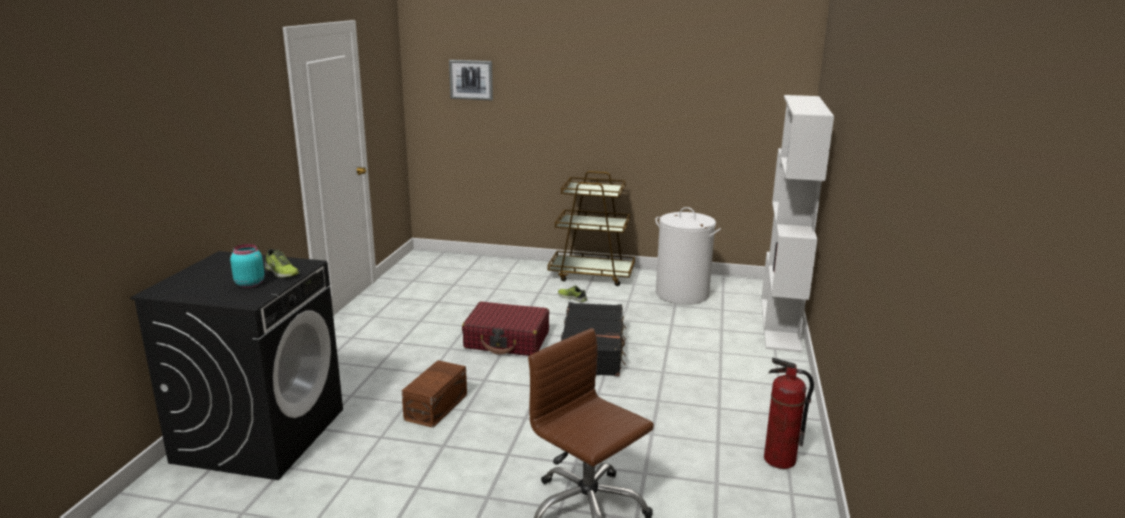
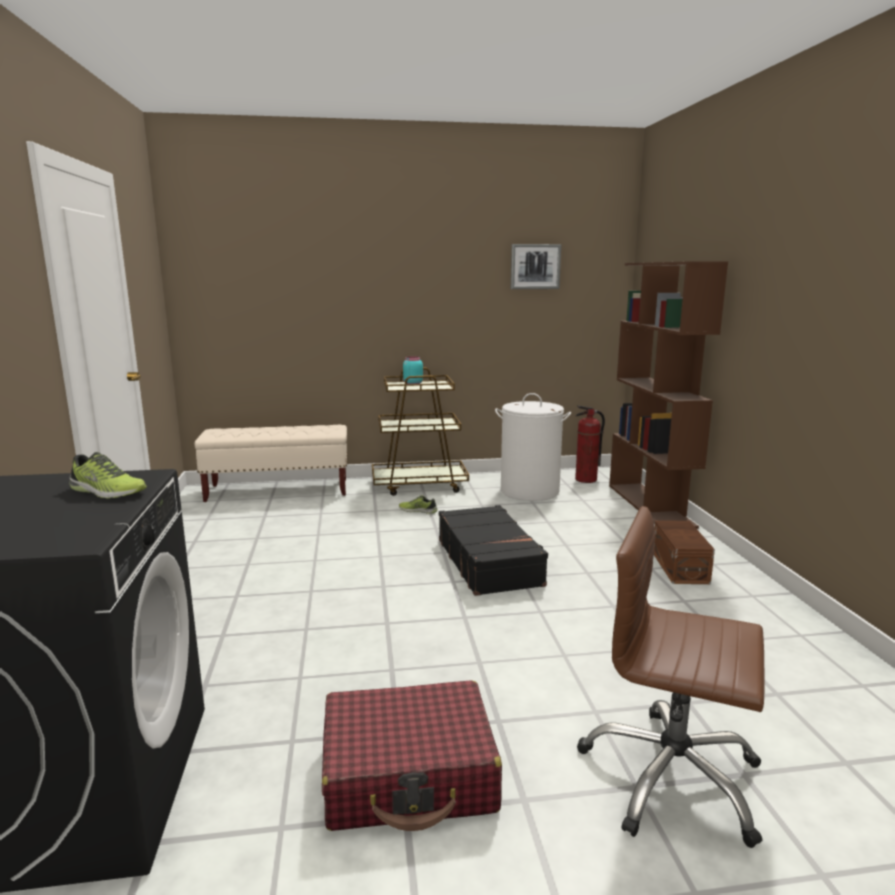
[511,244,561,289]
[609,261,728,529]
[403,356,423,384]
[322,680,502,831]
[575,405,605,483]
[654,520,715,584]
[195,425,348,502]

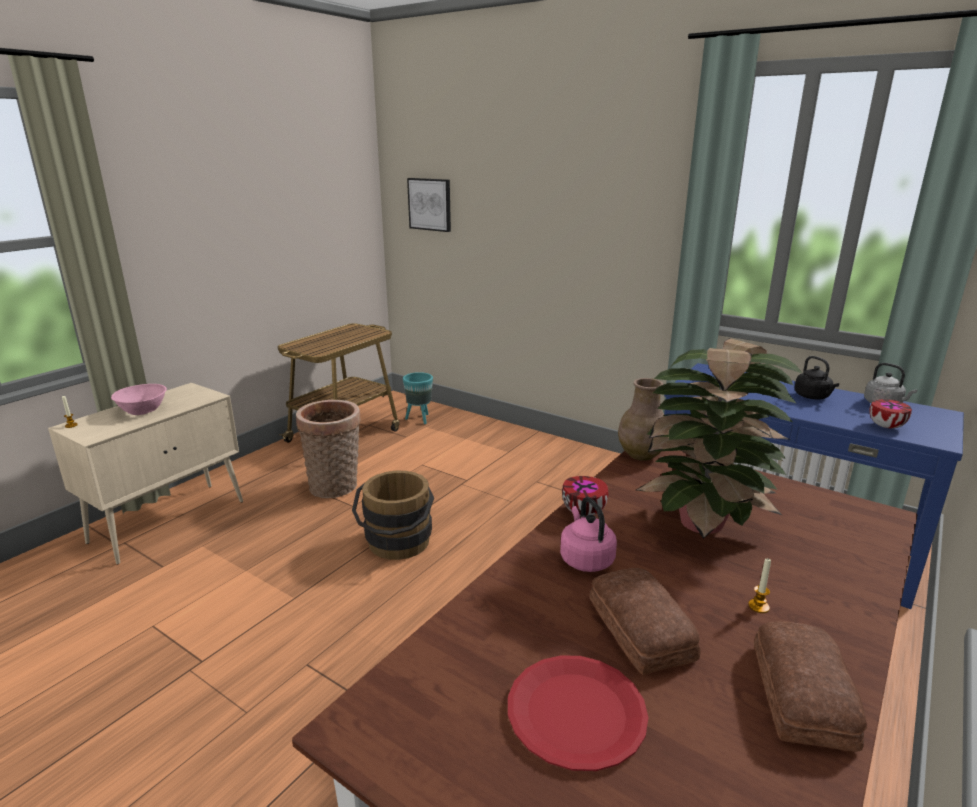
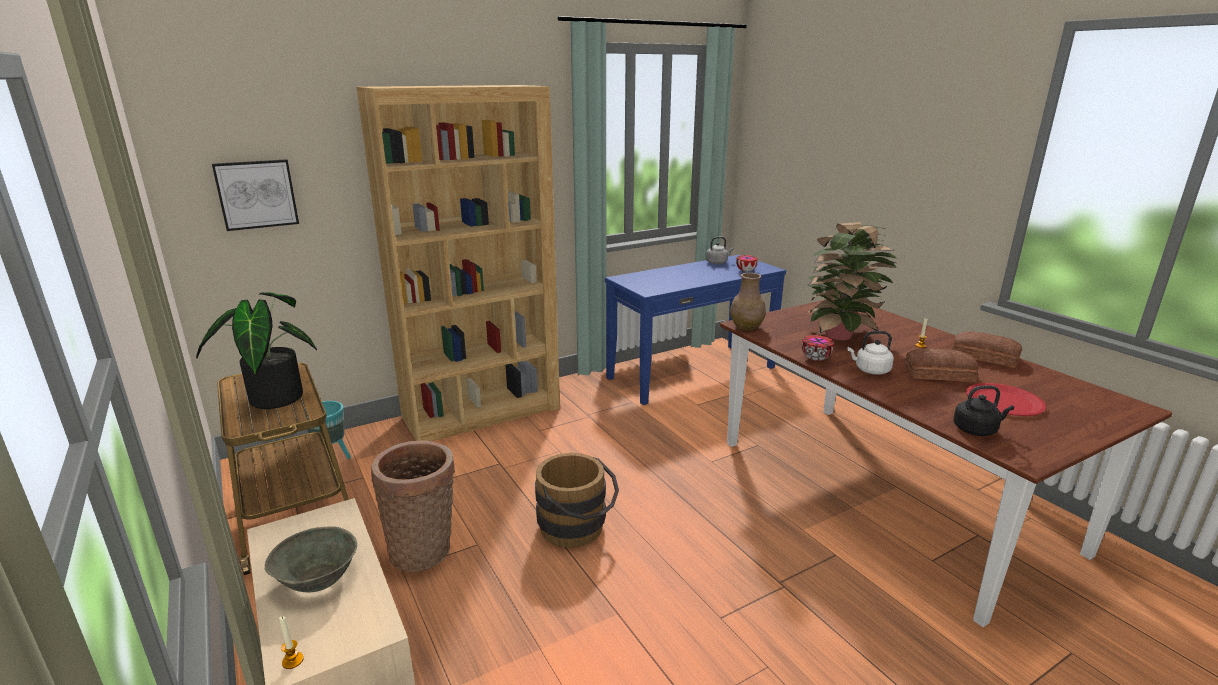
[953,385,1014,436]
[265,526,357,592]
[847,331,894,375]
[356,85,560,442]
[196,292,317,409]

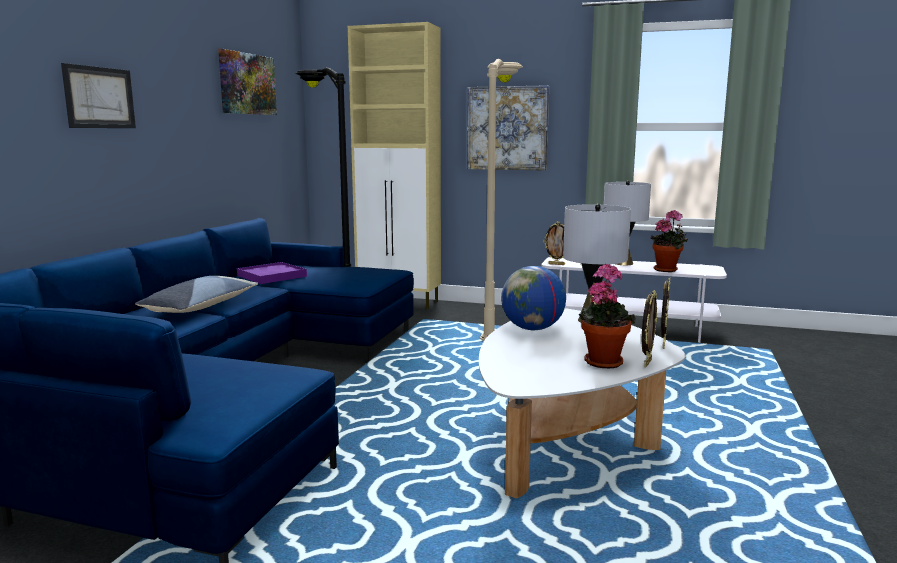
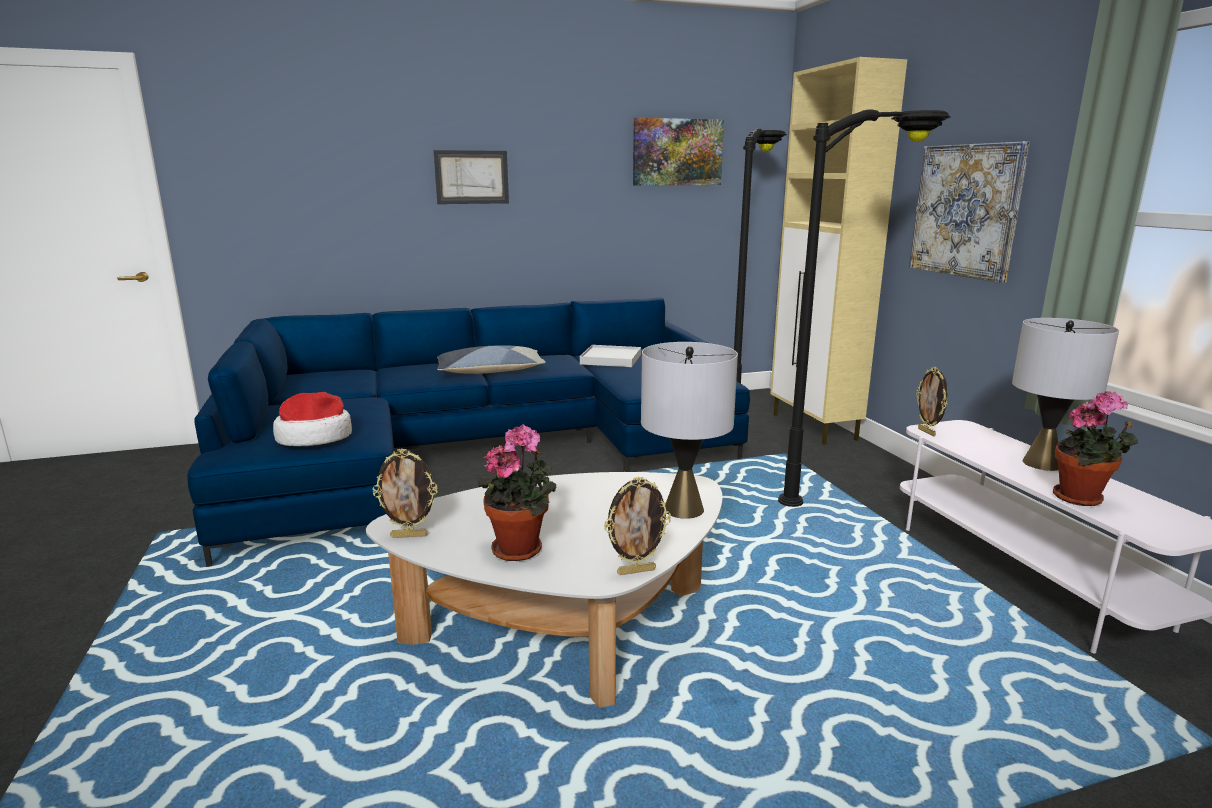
[778,109,951,507]
[580,345,641,367]
[501,266,566,330] (first image)
[373,448,438,538]
[273,392,352,446]

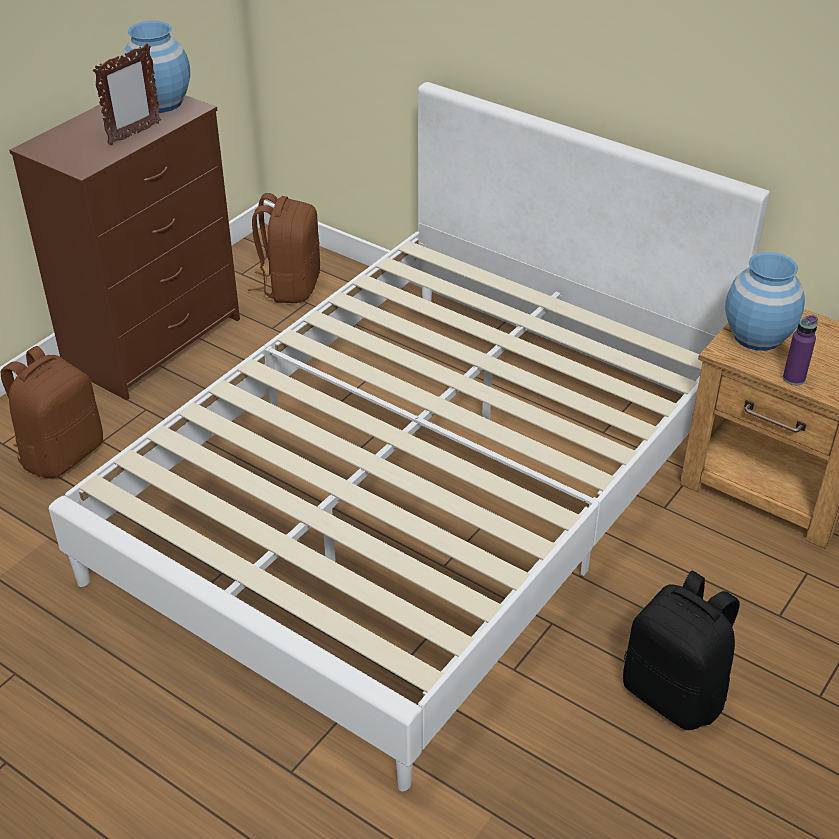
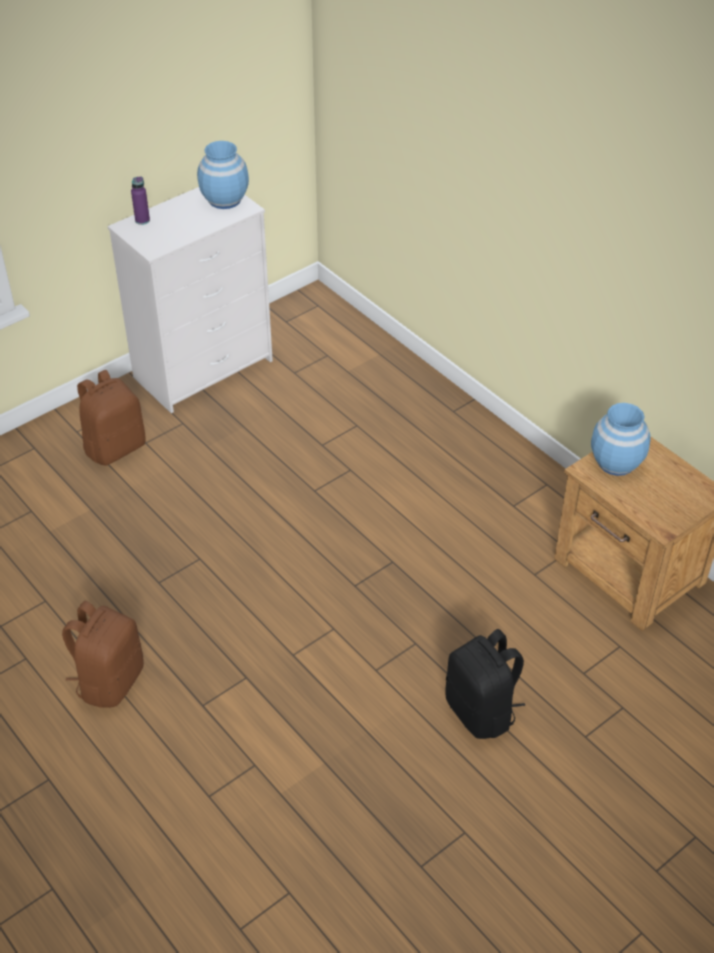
[93,43,161,145] (first image)
[49,82,770,791] (first image)
[108,187,273,413]
[62,601,144,708]
[131,177,150,225]

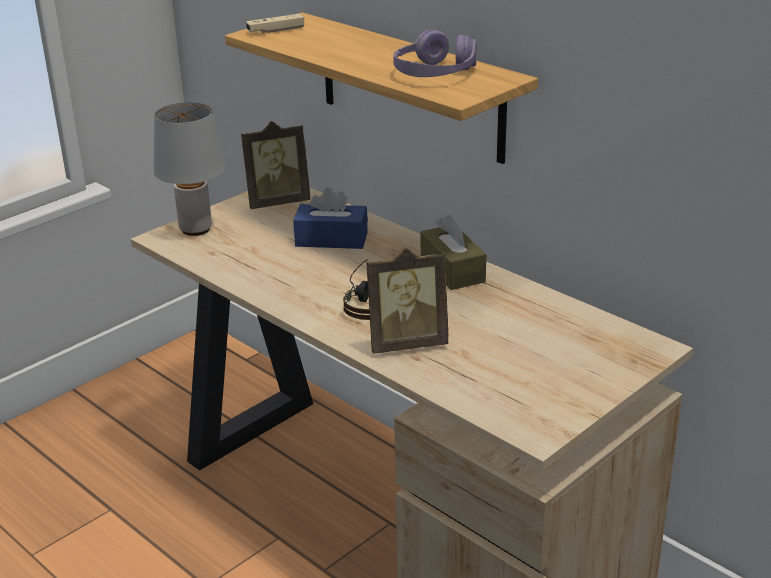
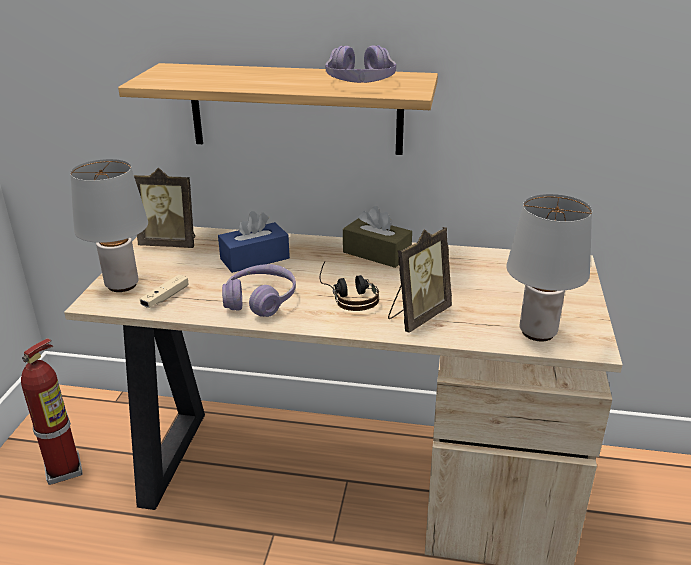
[140,275,188,308]
[134,168,195,248]
[506,194,592,341]
[222,264,296,317]
[21,338,83,485]

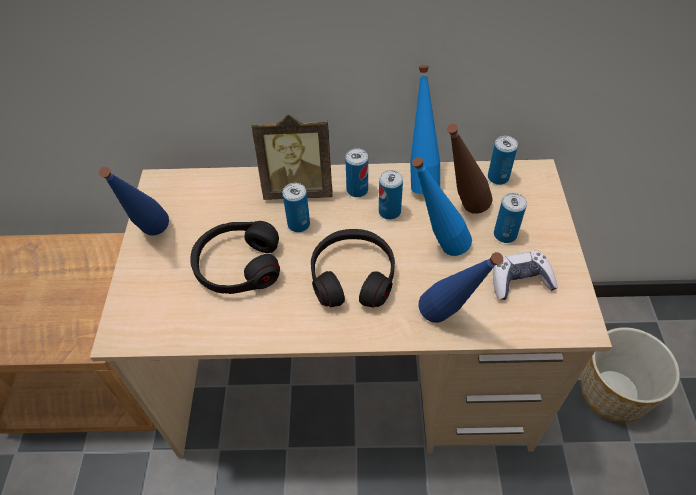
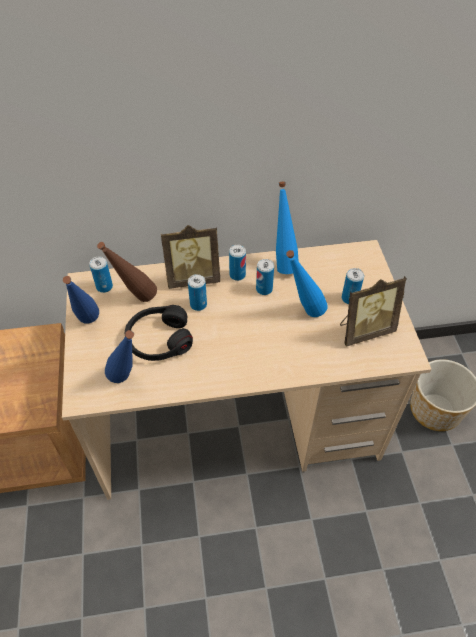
[97,242,157,302]
[90,256,113,293]
[311,229,395,308] (first image)
[340,276,407,346]
[105,330,134,383]

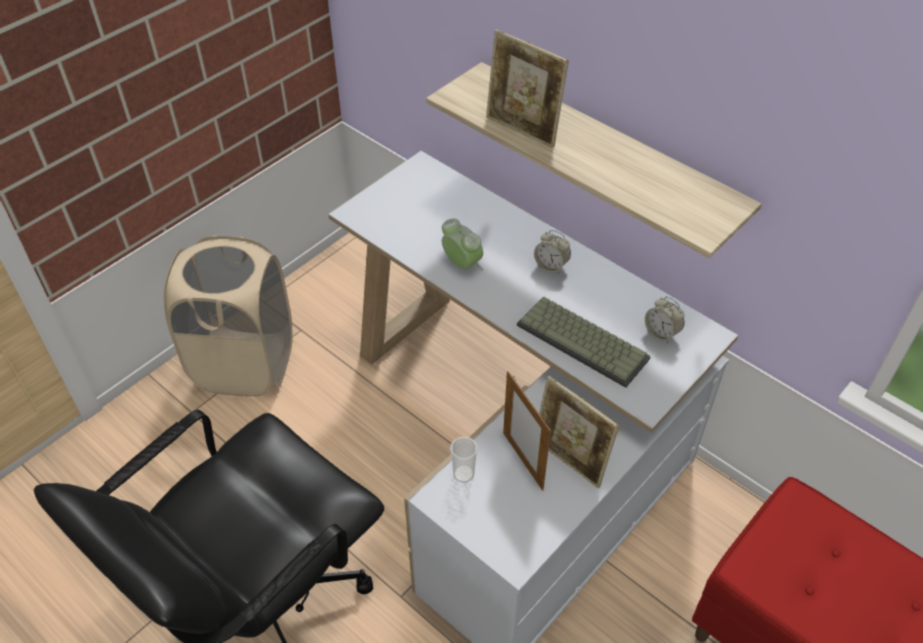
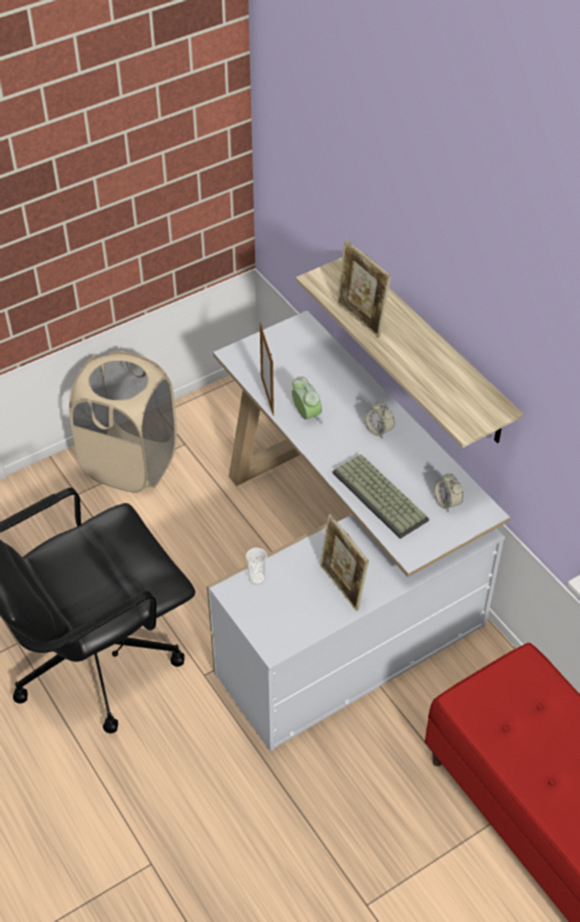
[260,322,274,416]

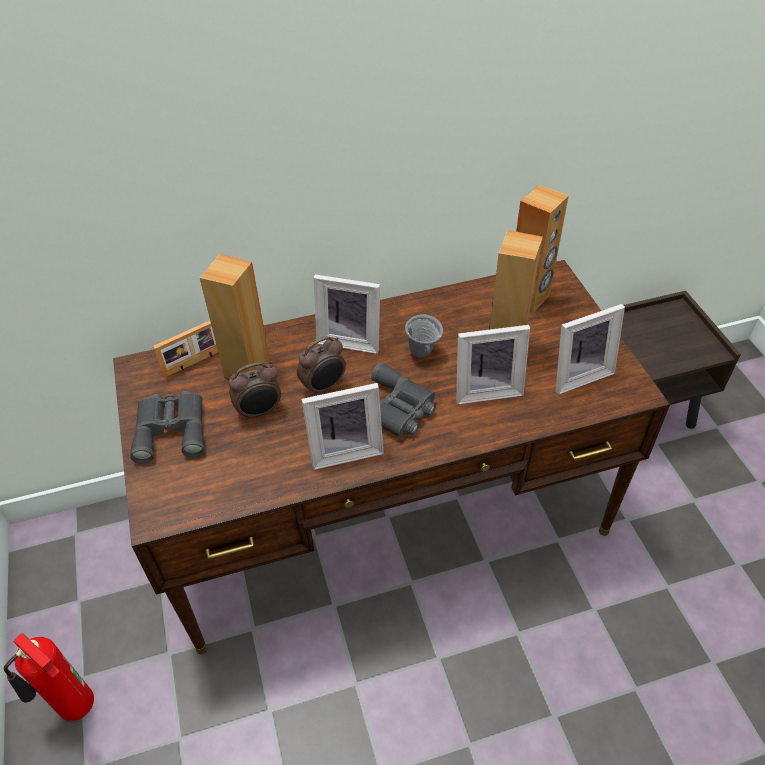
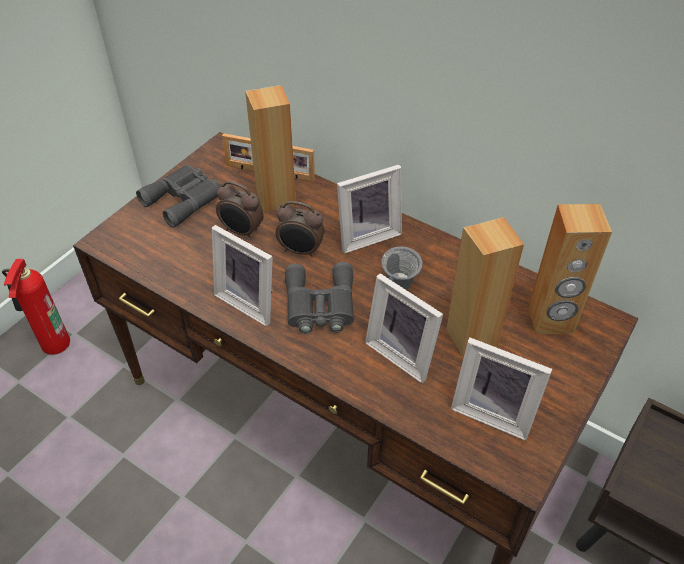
[337,165,402,254]

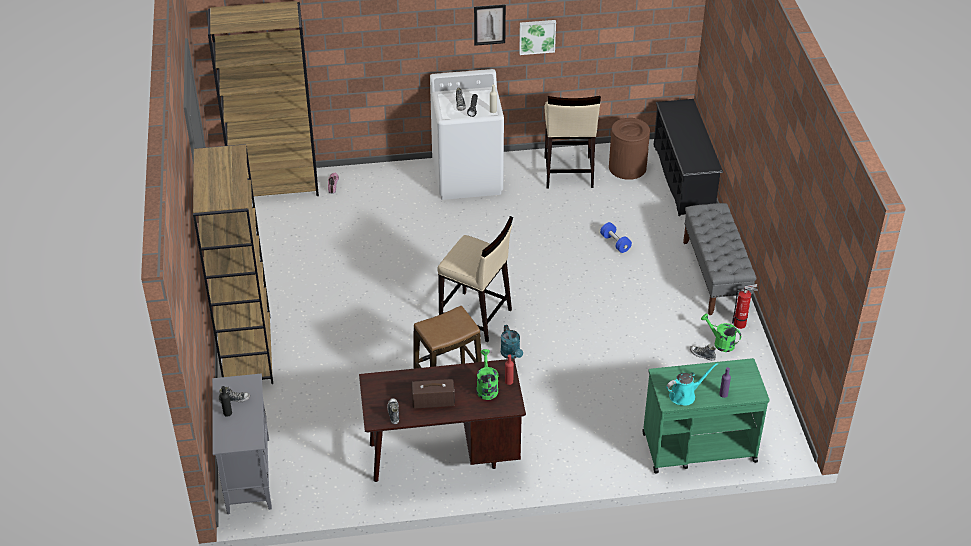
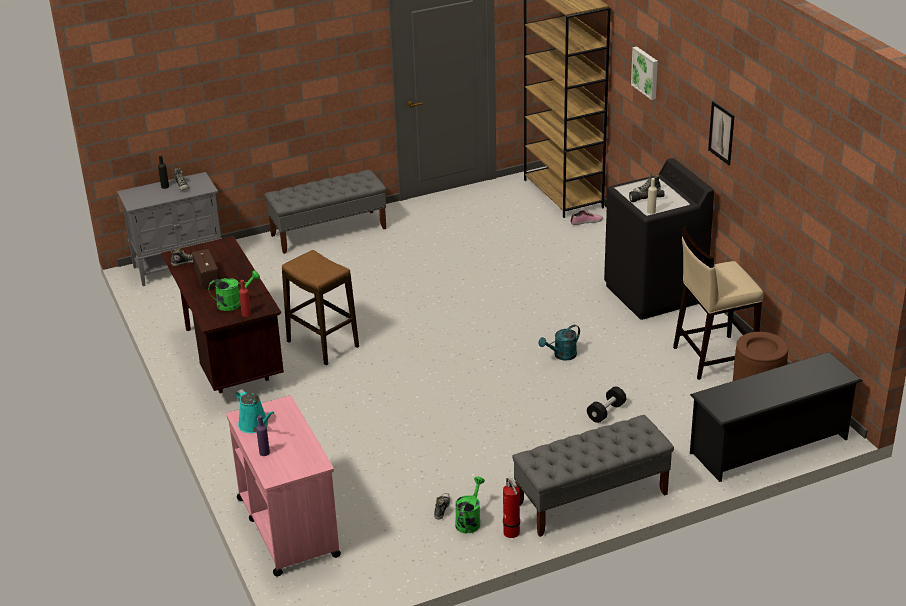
[631,47,658,100]
[604,158,714,320]
[264,170,386,254]
[437,216,513,342] (first image)
[587,387,626,423]
[538,325,580,361]
[226,395,341,577]

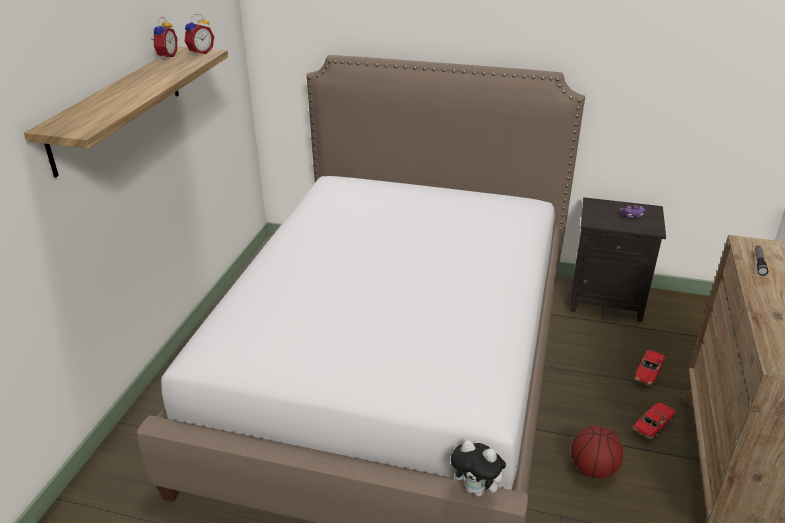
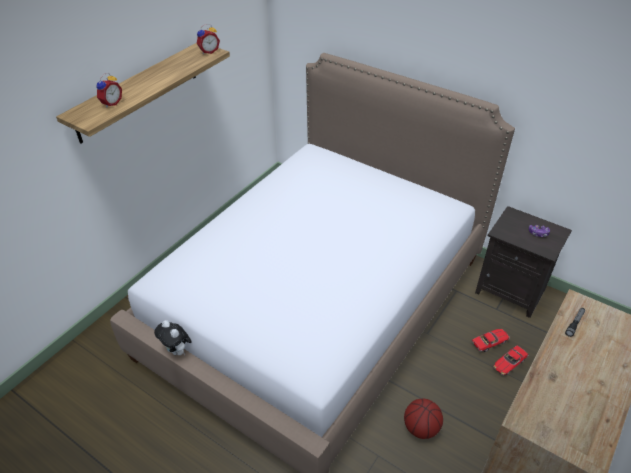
[96,73,122,108]
[471,329,510,352]
[154,320,191,355]

